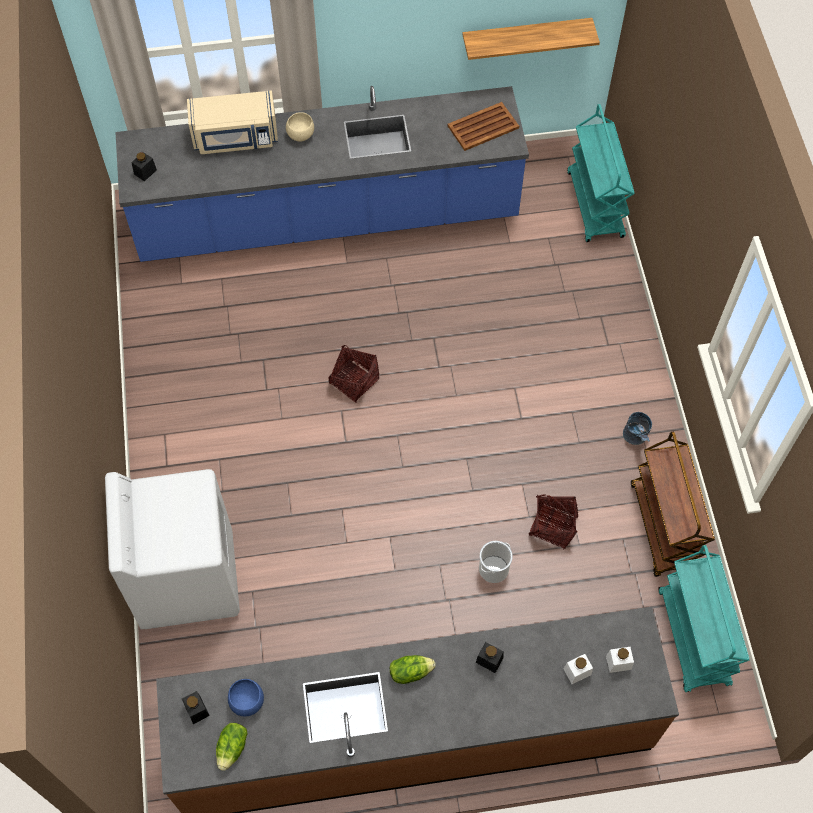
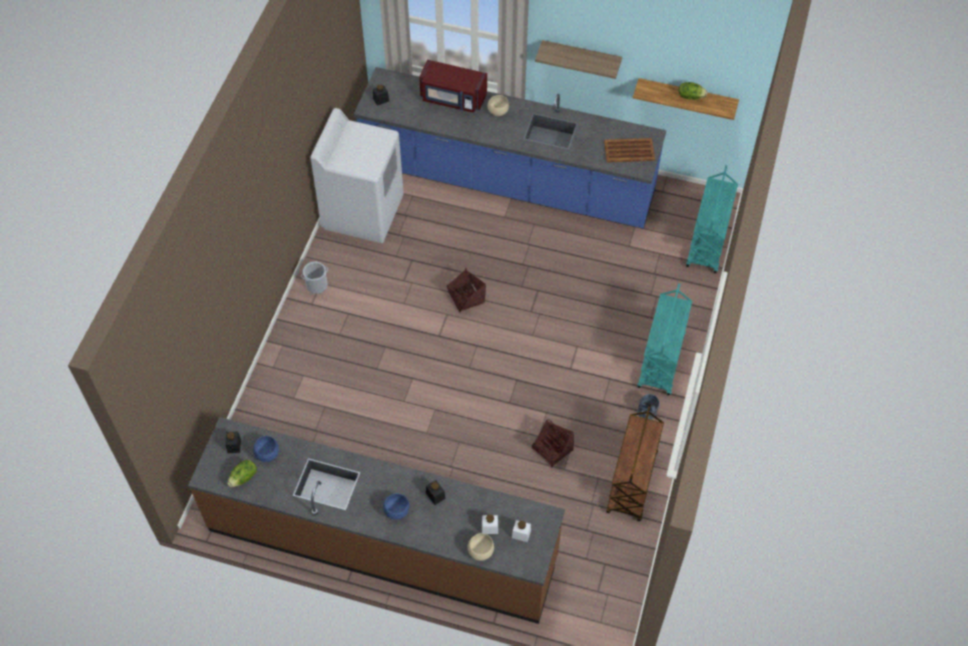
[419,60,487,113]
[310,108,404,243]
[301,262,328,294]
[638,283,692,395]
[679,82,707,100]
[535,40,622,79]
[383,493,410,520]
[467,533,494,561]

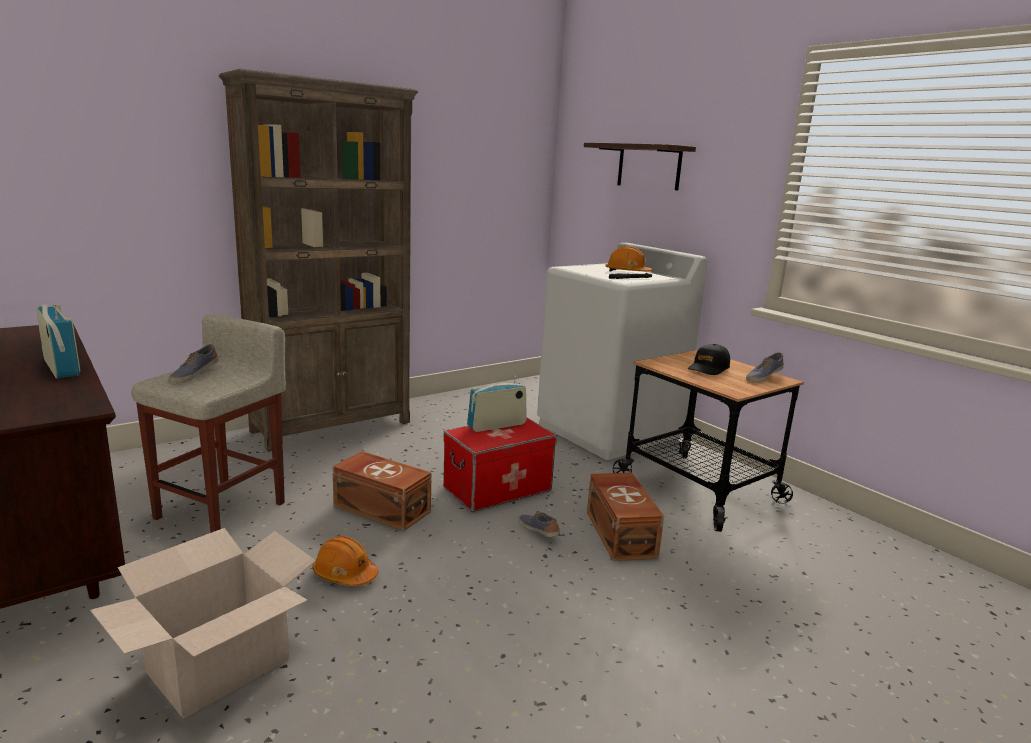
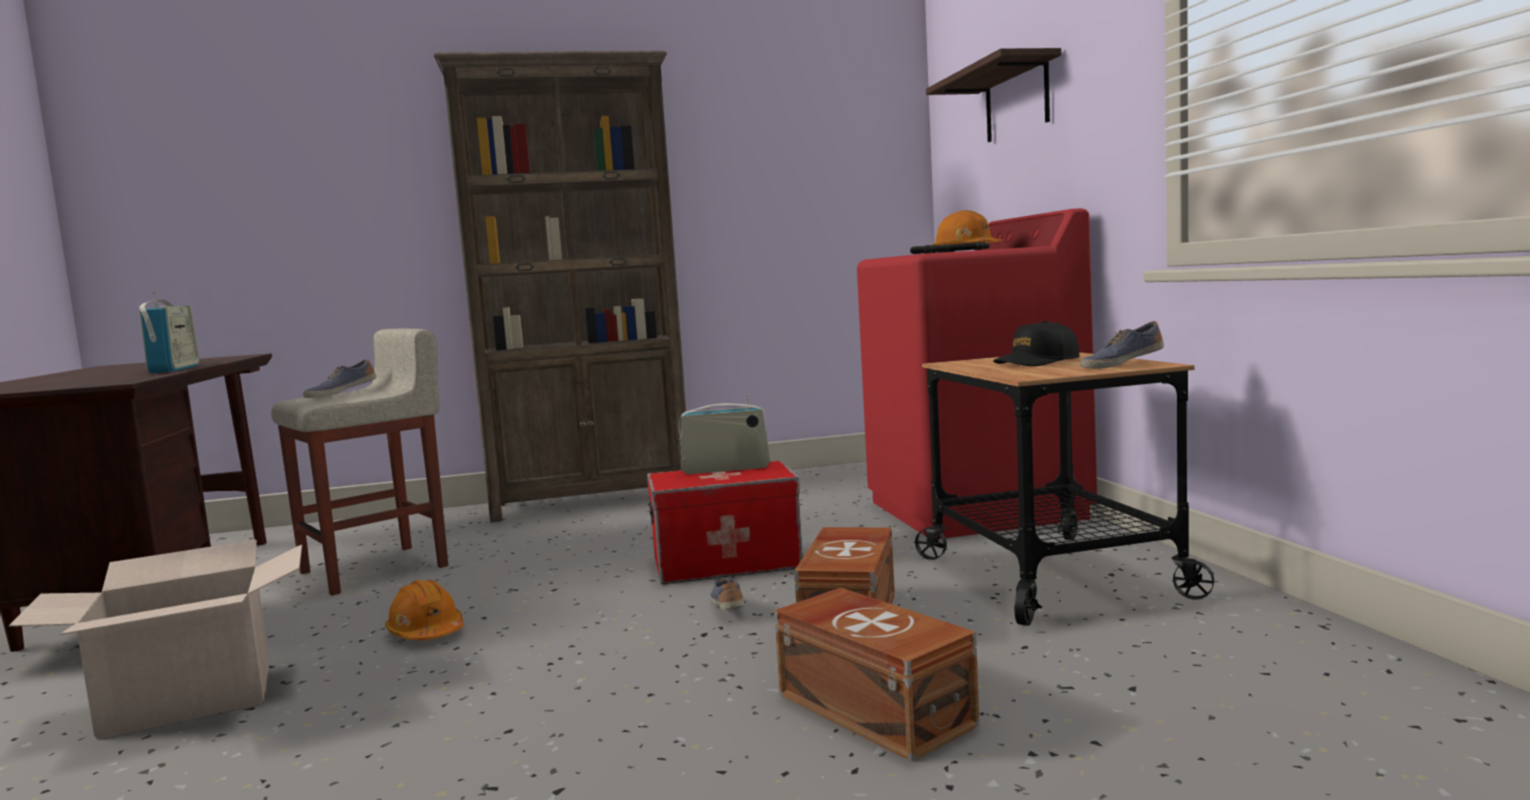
[857,208,1097,539]
[774,588,979,762]

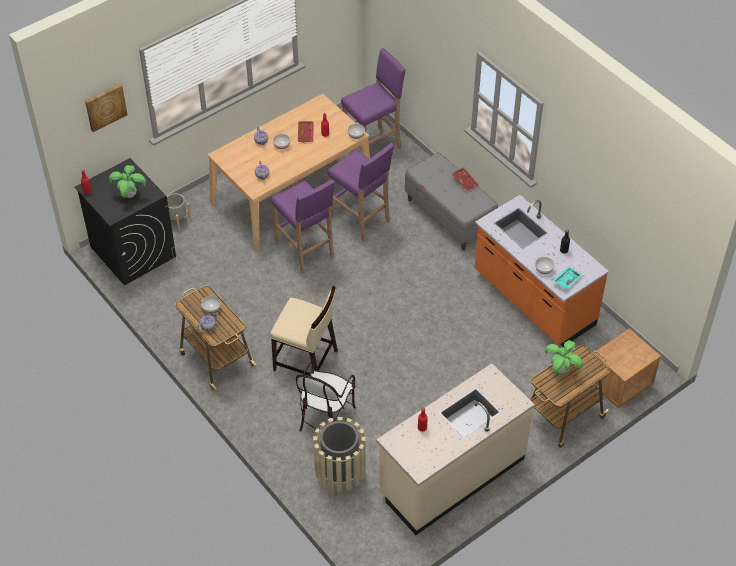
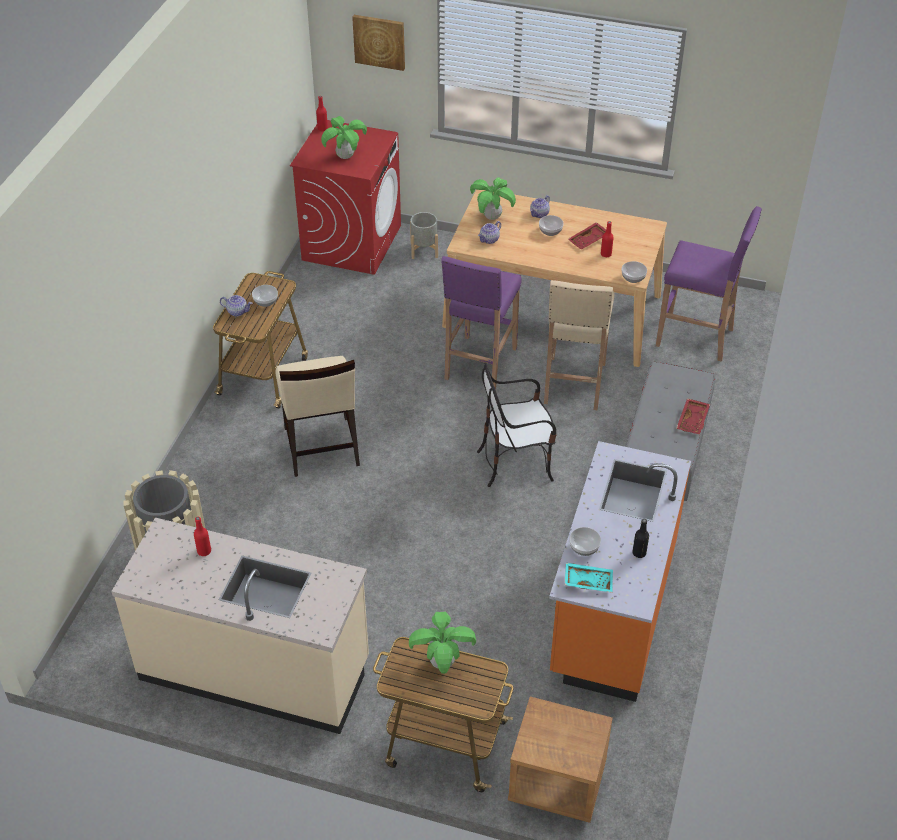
[544,280,614,410]
[290,120,401,275]
[477,362,557,487]
[470,178,516,220]

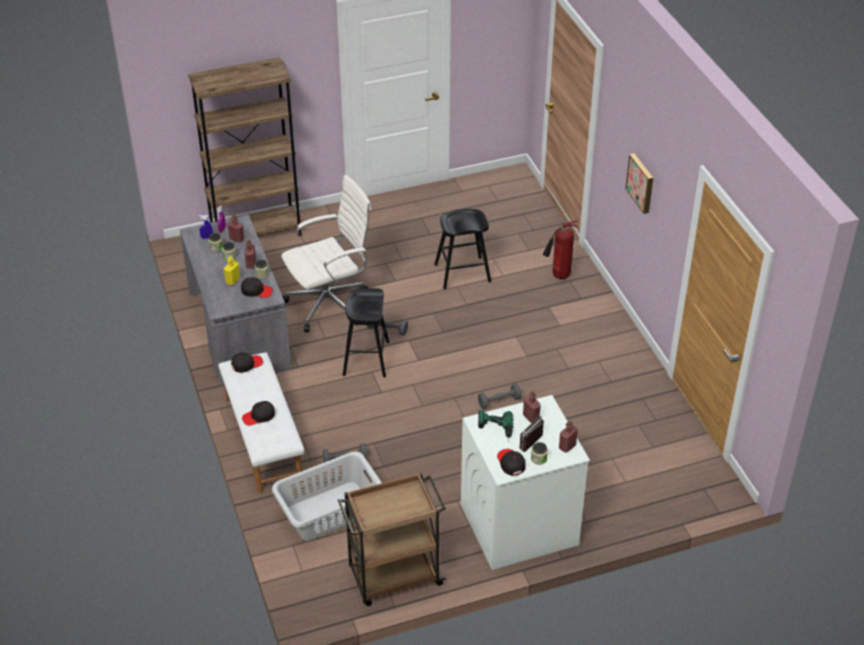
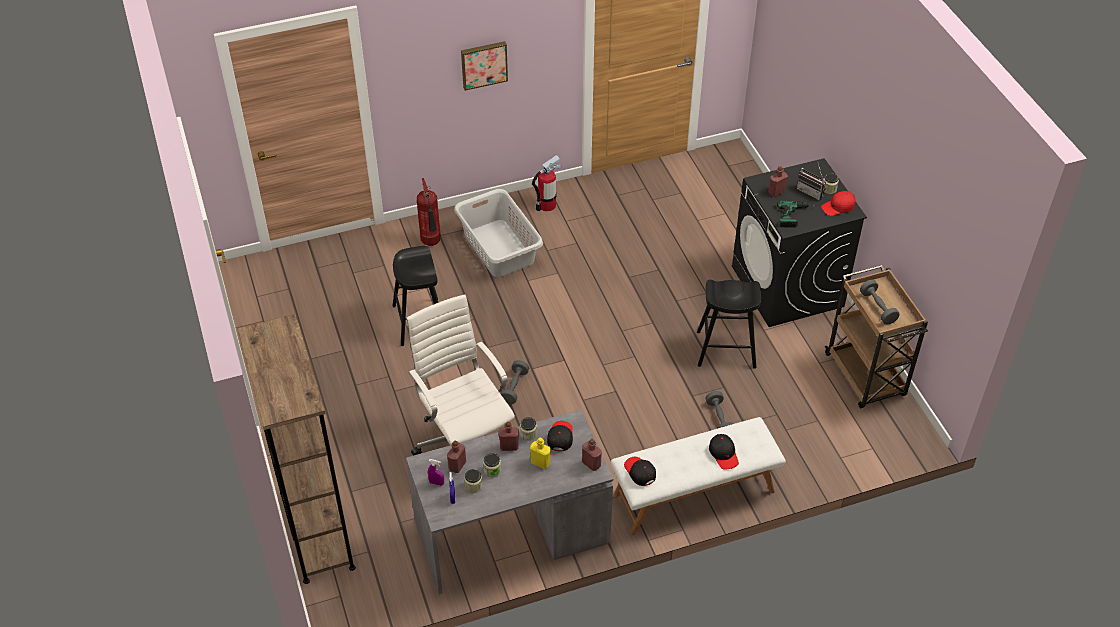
[697,280,761,369]
[860,280,900,325]
[732,158,867,327]
[582,439,602,471]
[821,191,856,216]
[454,189,543,277]
[532,155,562,212]

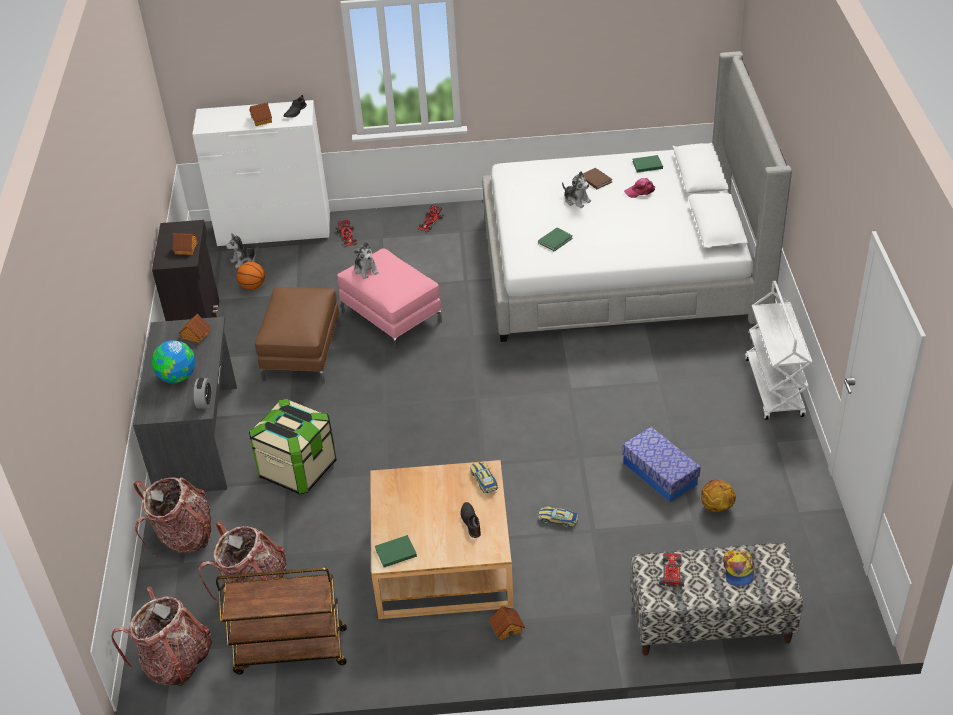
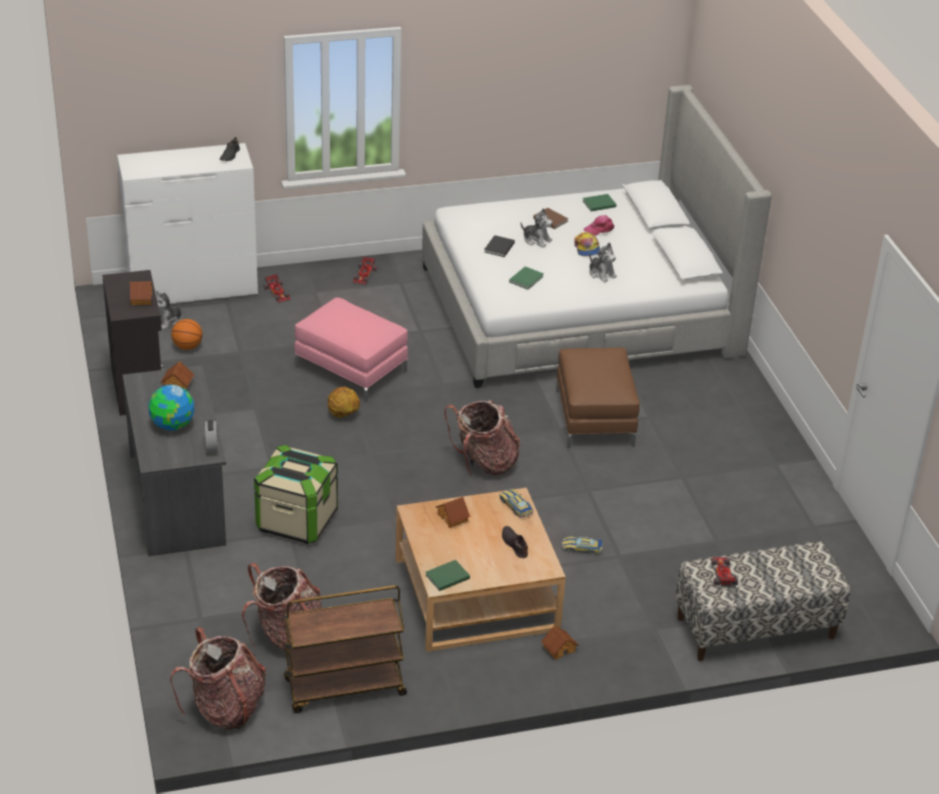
[436,497,470,528]
[589,243,617,283]
[745,281,813,420] (first image)
[556,347,640,448]
[622,427,701,502] (first image)
[444,400,520,477]
[328,387,360,418]
[574,232,600,256]
[484,235,515,257]

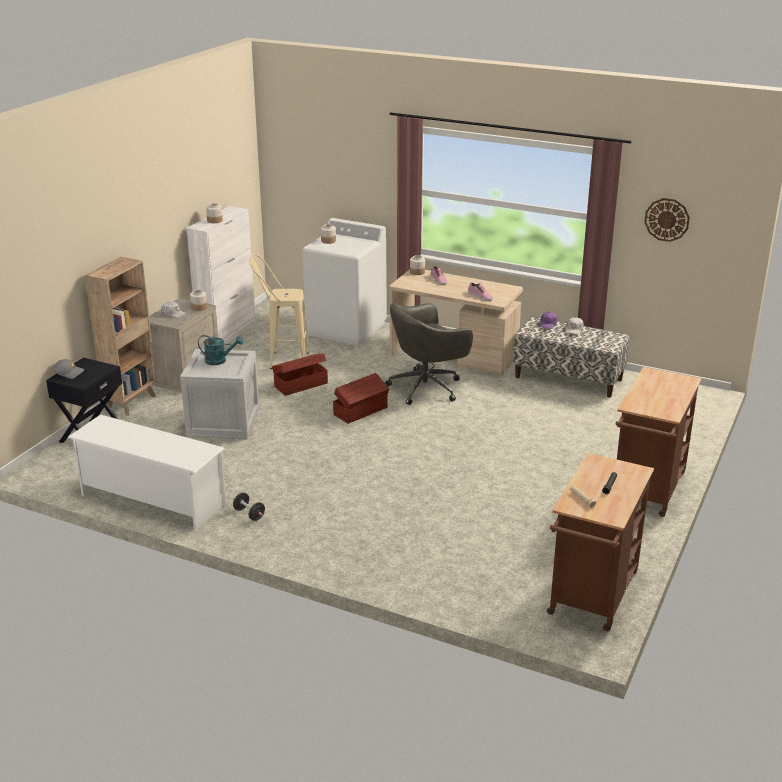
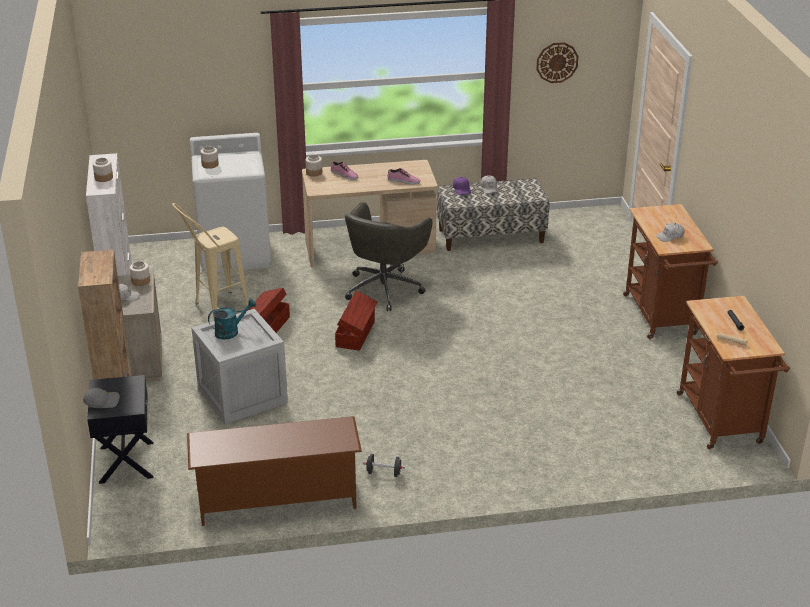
[187,416,362,526]
[656,223,685,242]

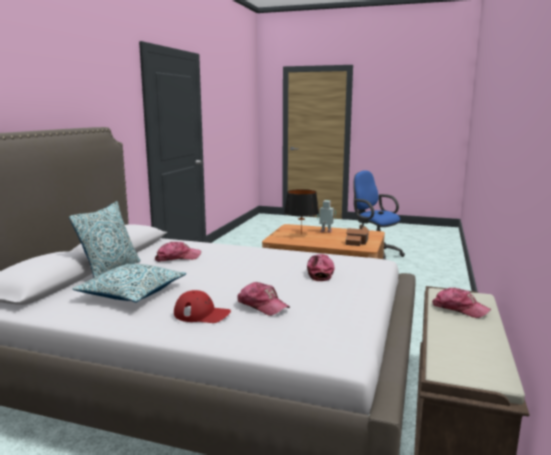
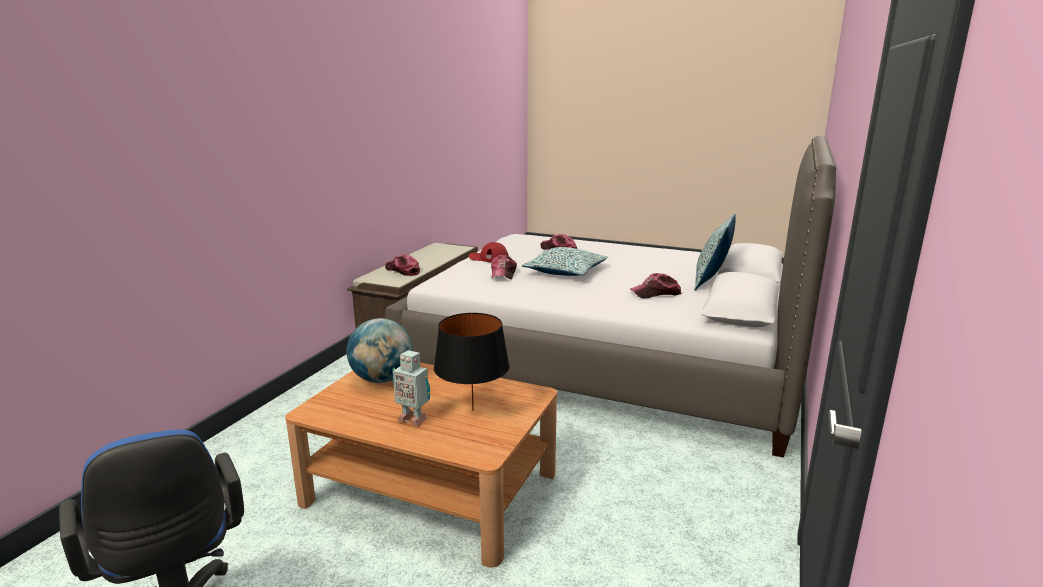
[347,318,413,383]
[522,247,608,276]
[469,242,508,262]

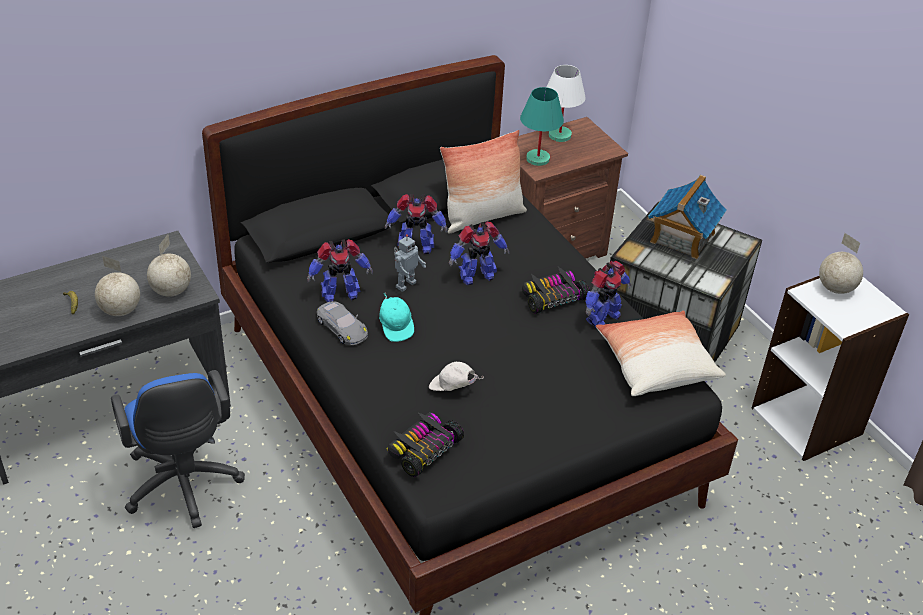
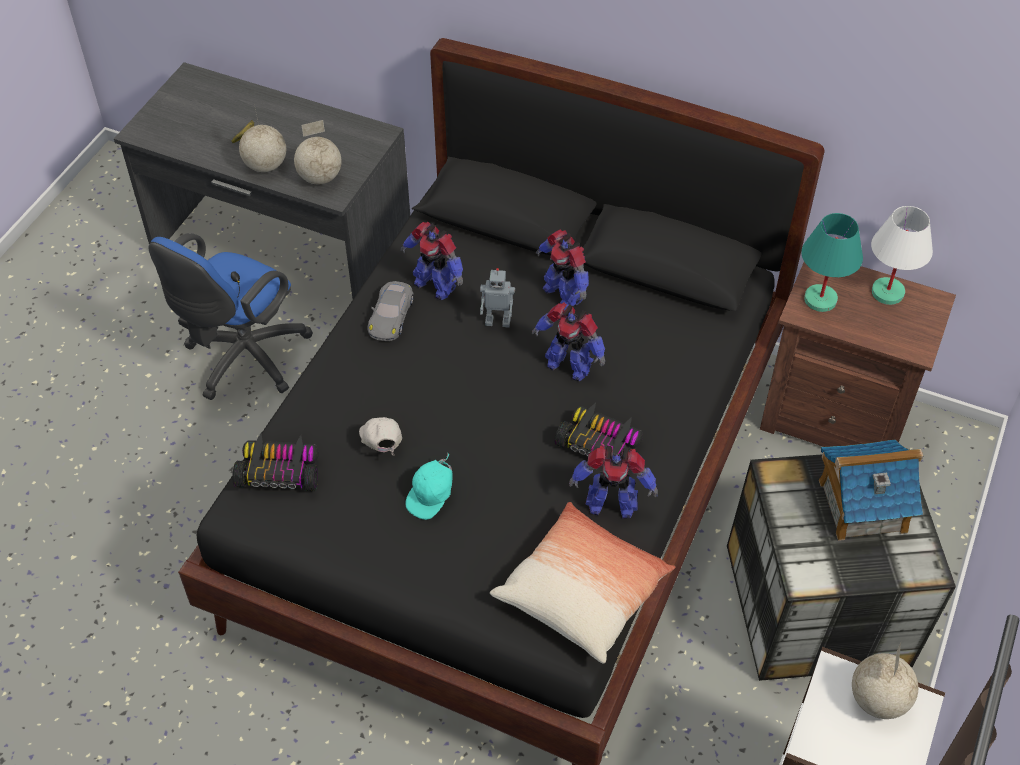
[440,130,527,234] (first image)
[405,453,453,520]

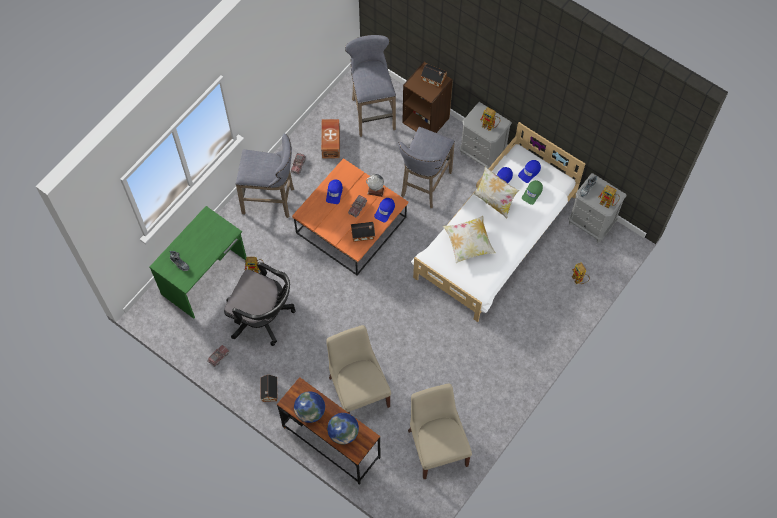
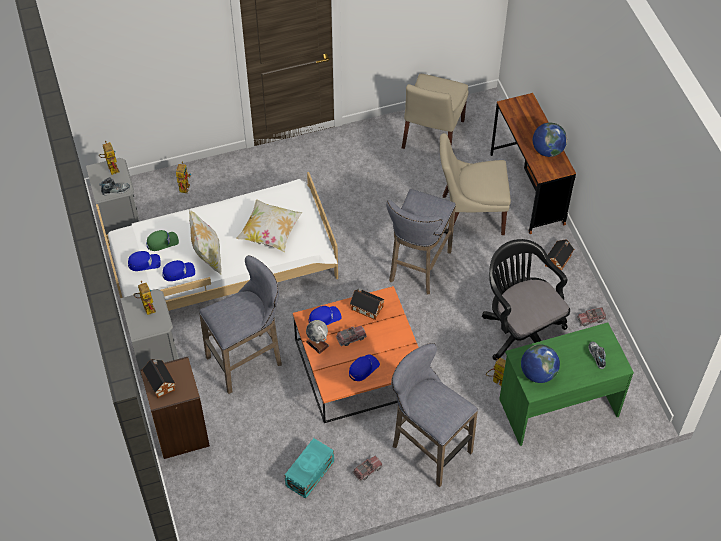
[386,189,456,295]
[285,438,334,499]
[440,133,511,235]
[521,344,560,383]

